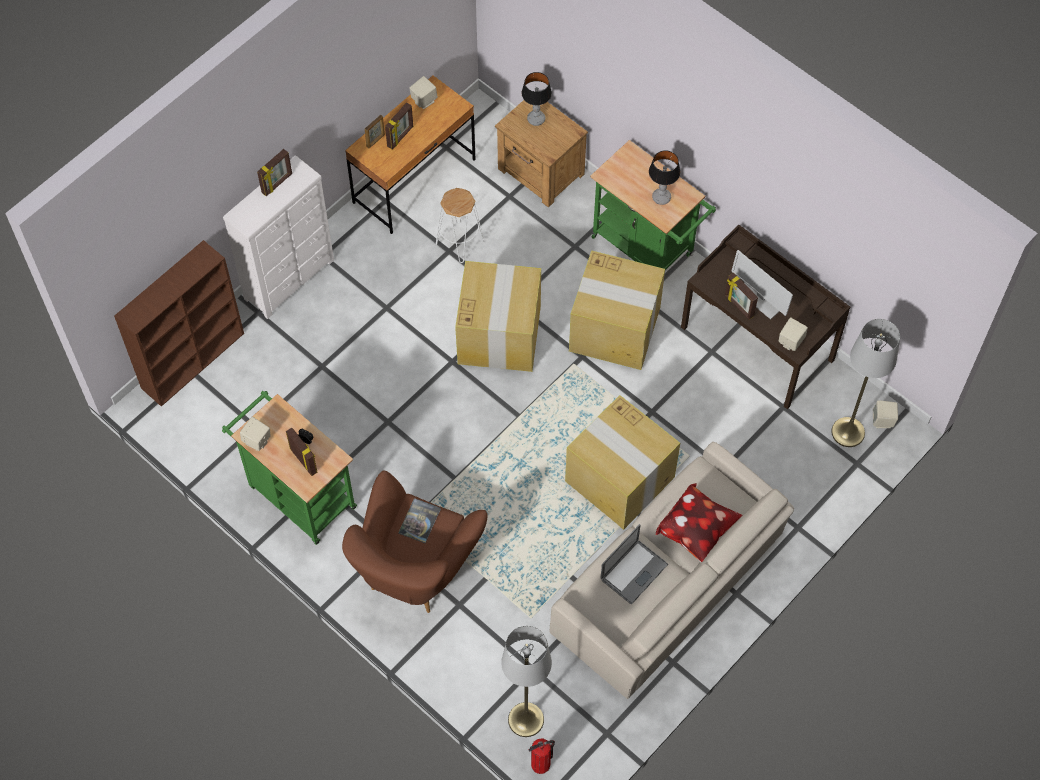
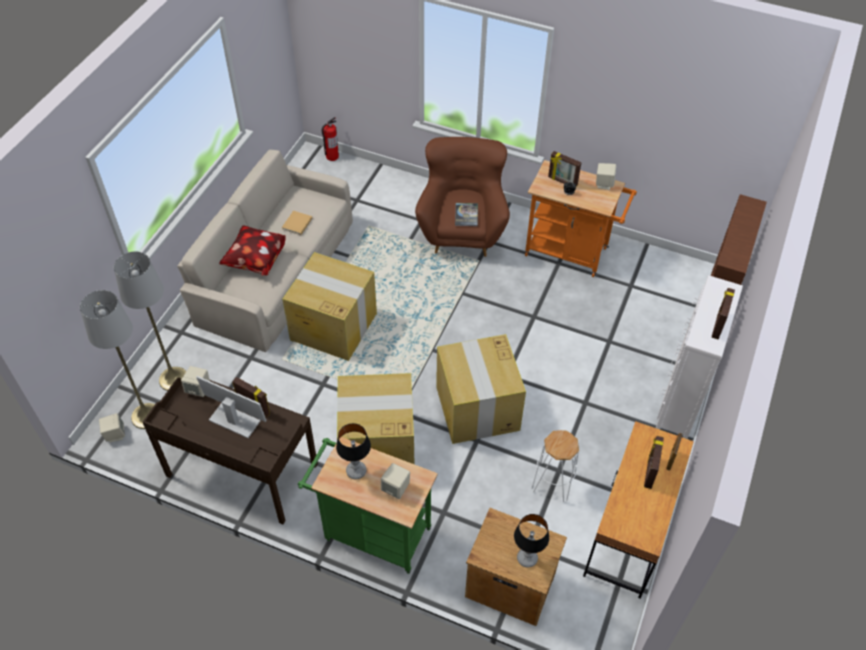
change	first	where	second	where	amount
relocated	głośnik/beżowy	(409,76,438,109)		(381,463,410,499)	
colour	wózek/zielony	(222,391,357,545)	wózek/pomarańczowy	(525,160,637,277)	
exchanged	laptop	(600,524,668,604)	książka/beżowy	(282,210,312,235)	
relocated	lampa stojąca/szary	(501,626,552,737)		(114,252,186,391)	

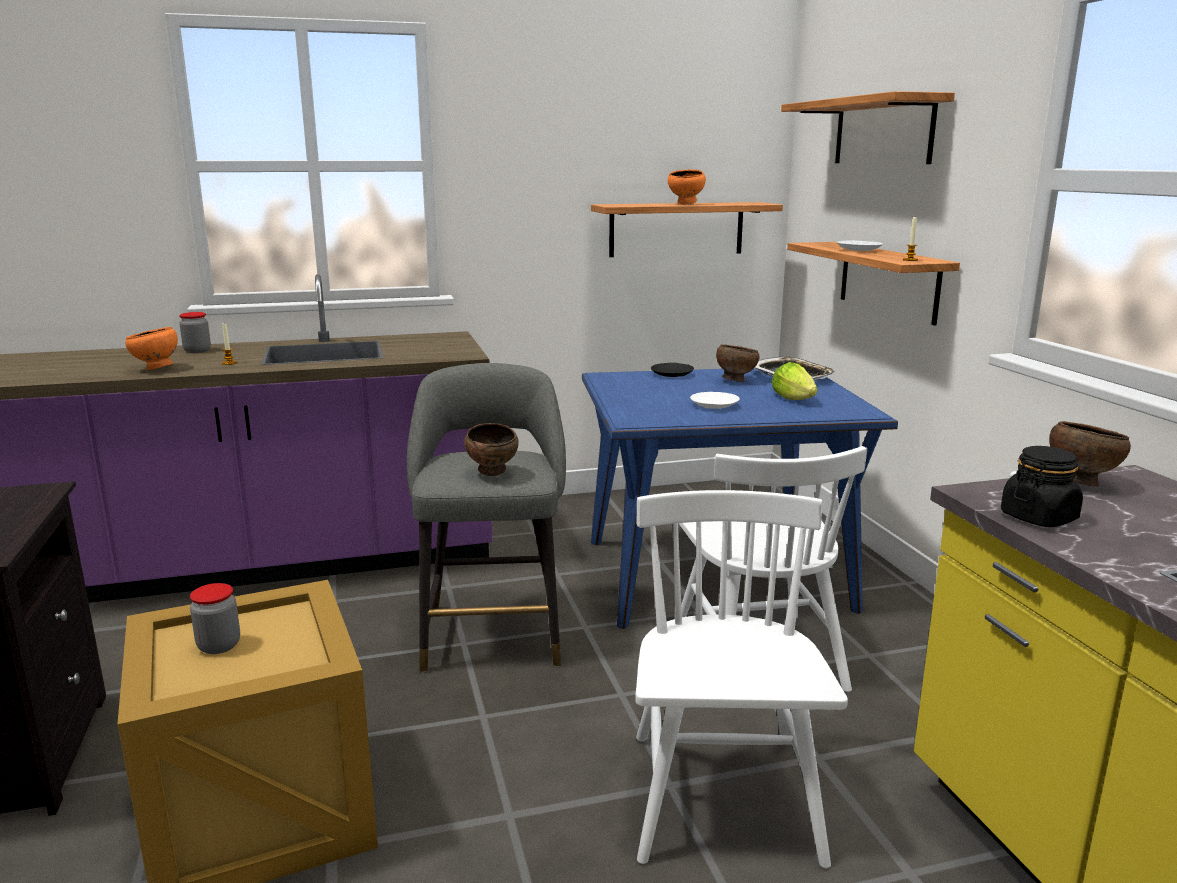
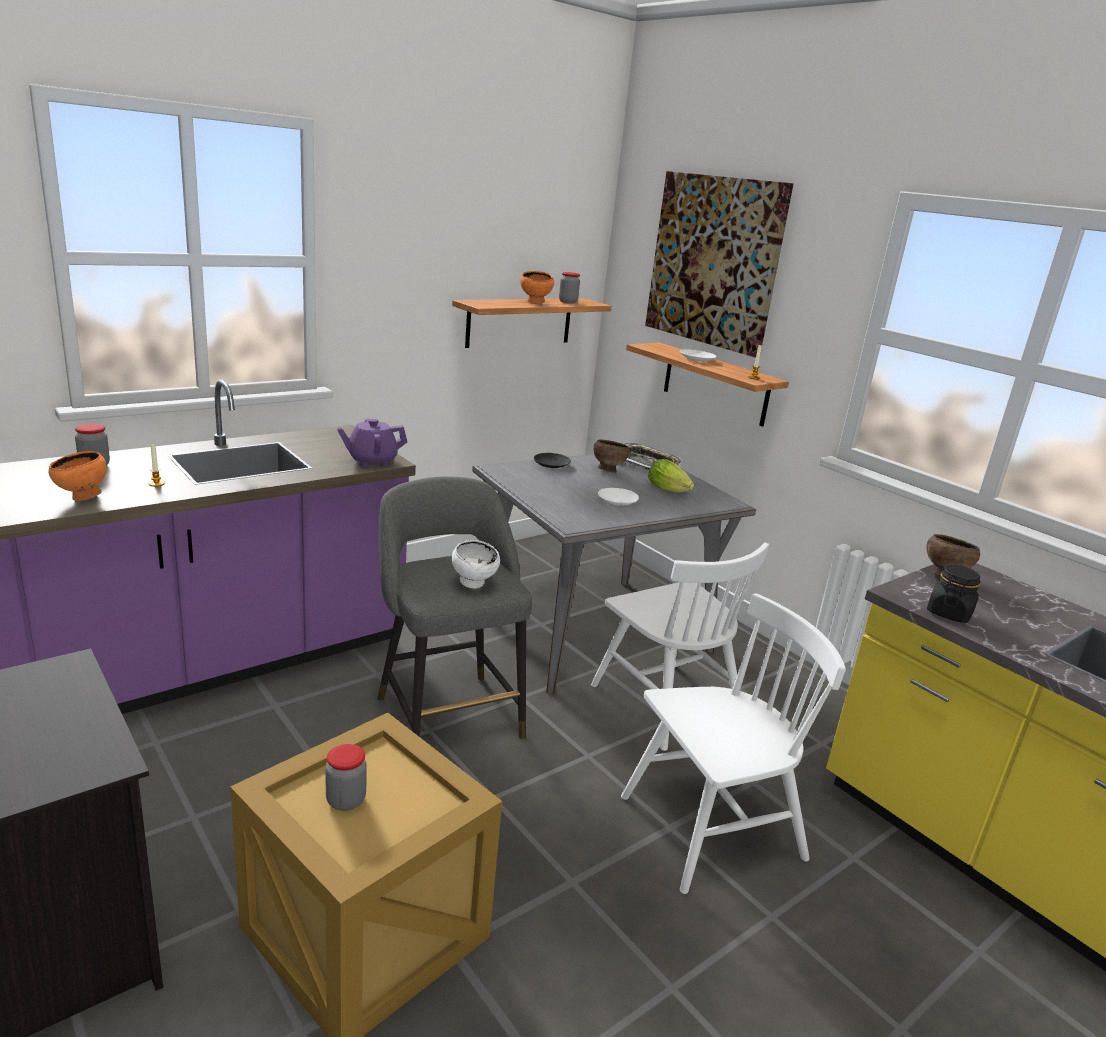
change	first	where	second	where	amount
exchanged	półka	(781,91,955,164)	obraz	(645,171,794,358)	
colour	stół jadalny/niebieski	(582,369,898,629)	stół jadalny/szary	(472,454,756,694)	
colour	miska/brązowy	(464,423,519,476)	miska/biały	(452,540,500,589)	
spun	krzesło/biały	(635,490,848,868)		(621,593,846,894)	90 degrees clockwise
appeared			słoik	(559,272,580,304)	
appeared			imbryk/fioletowy	(337,418,407,467)	

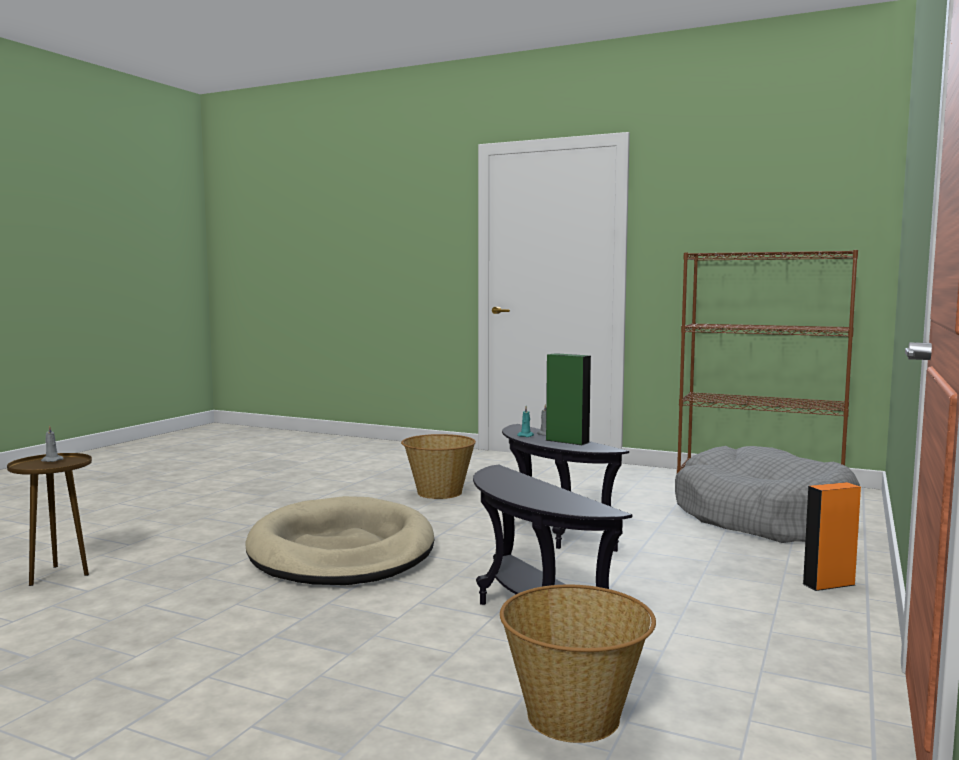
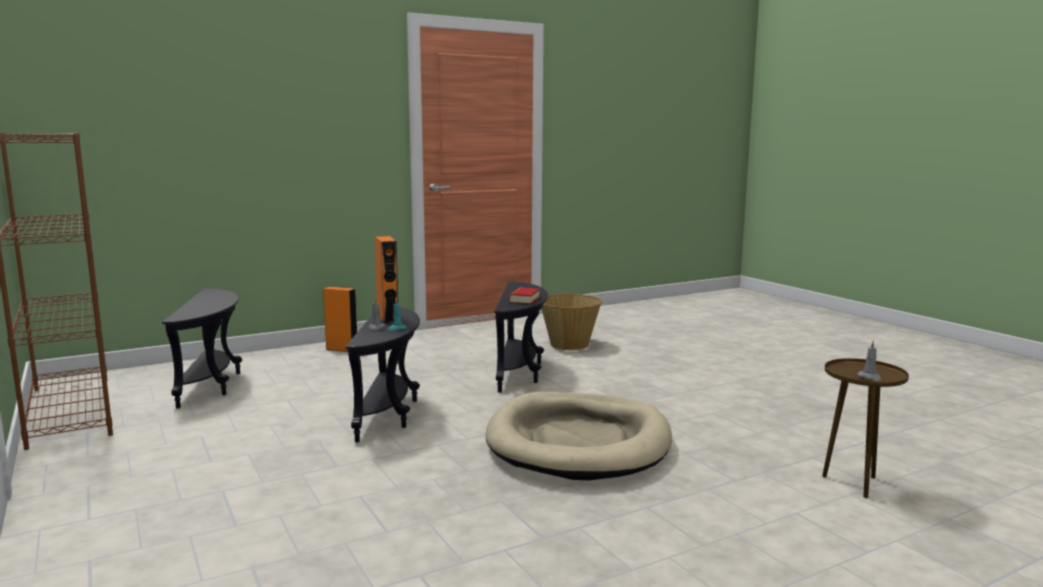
change	first	where	second	where	amount
colour	głośnik/zielony	(545,353,591,446)	głośnik/pomarańczowy	(375,236,398,324)	
missing	koszyk	(401,434,476,499)			
exchanged	legowisko/szary	(675,446,860,543)	stolik/czarny	(162,289,242,409)	
appeared			książka	(509,288,540,304)	

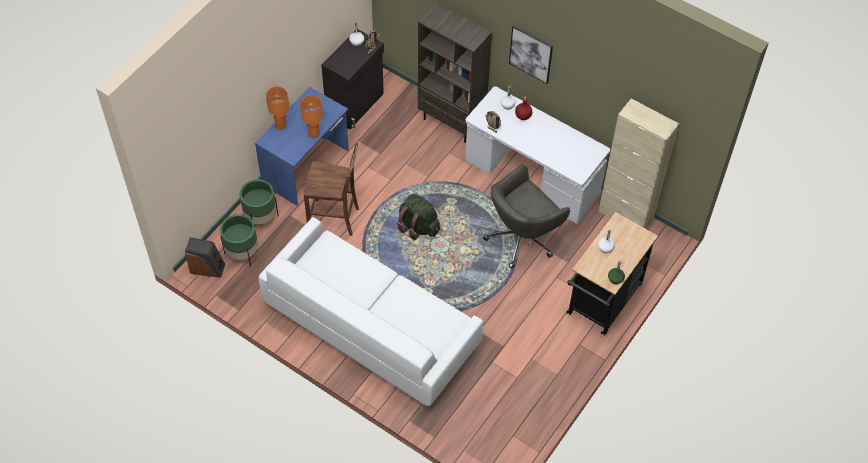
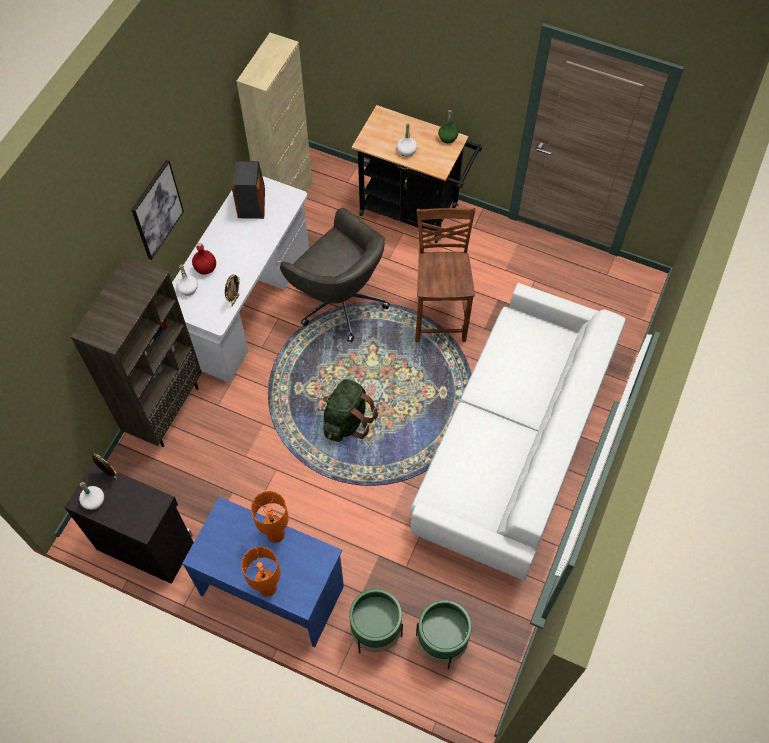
change	first	where	second	where	amount
relocated	krzesło/brązowy	(304,142,359,236)		(415,208,476,342)	
relocated	głośnik	(185,237,225,278)		(232,161,265,219)	

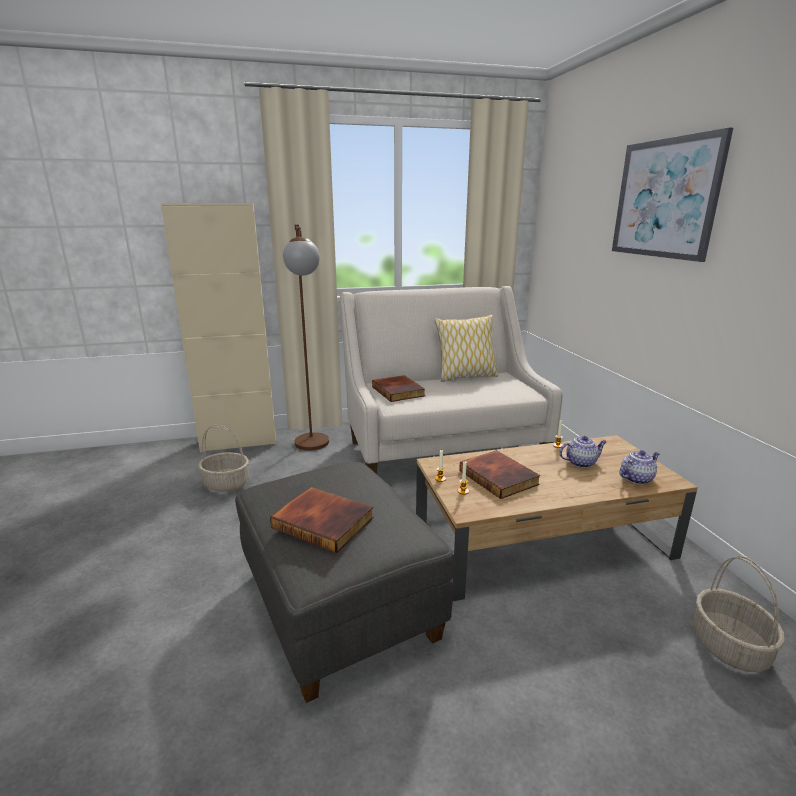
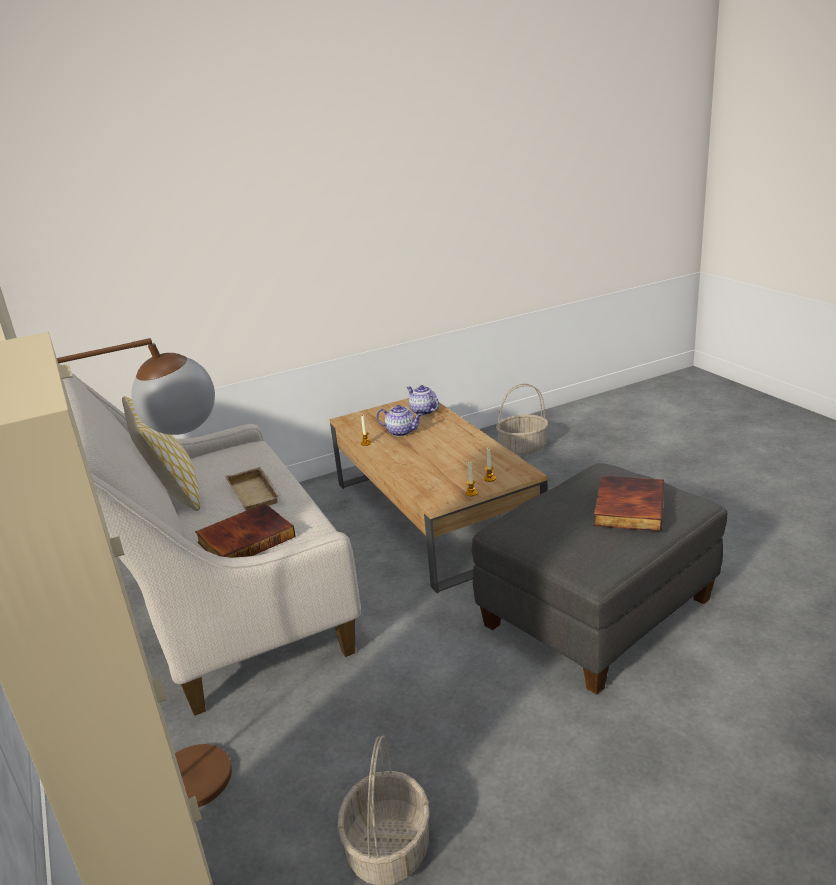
change	first	where	second	where	amount
missing	obraz	(612,128,733,262)			
spun	imbryk	(559,436,607,468)		(376,405,423,436)	135 degrees clockwise
missing	książka	(459,450,541,499)			
appeared			taca/beżowy	(225,467,282,511)	

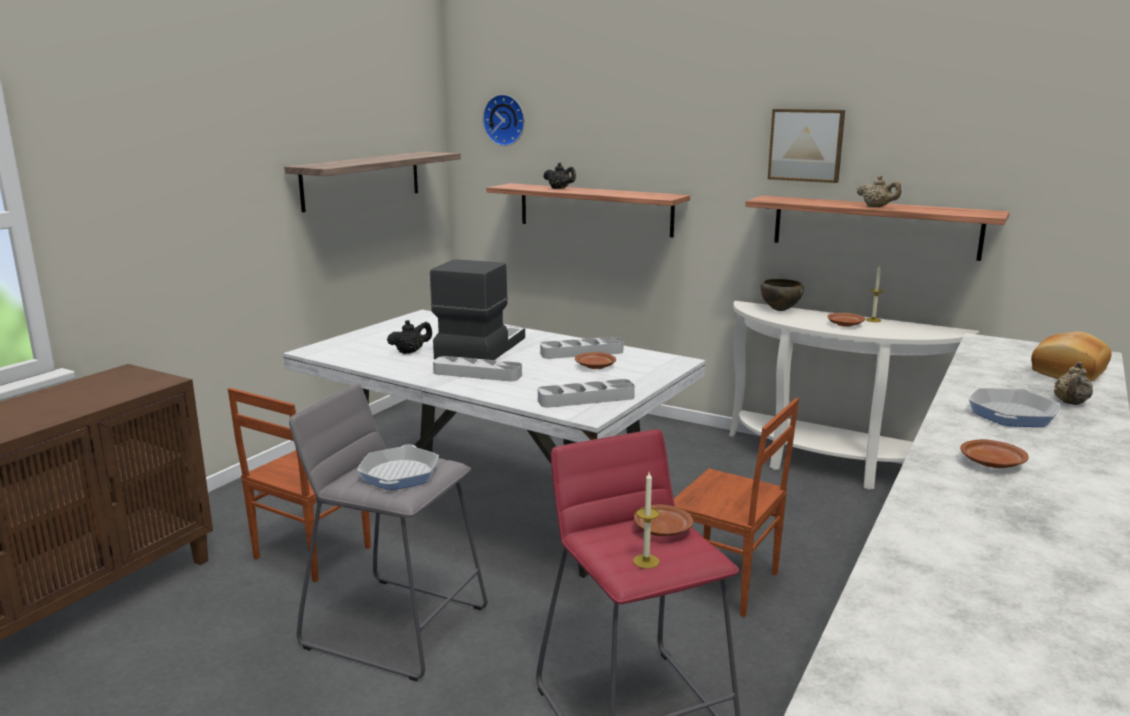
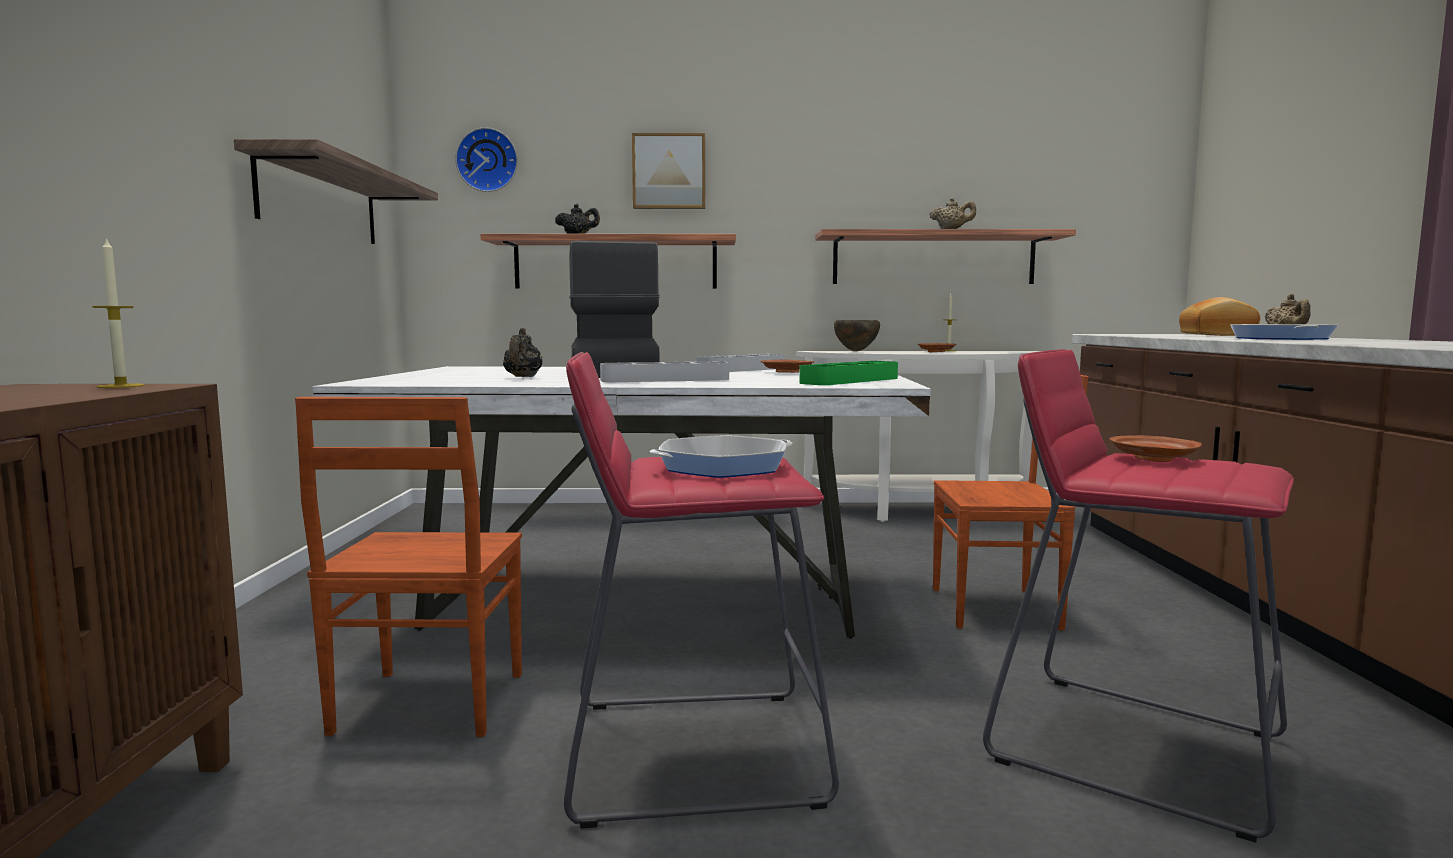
change	first	where	second	where	amount
relocated	obraz	(768,109,845,183)		(632,133,705,209)	
spun	imbryk/czarny	(387,320,432,354)		(503,328,542,377)	150 degrees clockwise
colour	taca/szary	(538,379,635,408)	taca/zielony	(799,361,898,385)	
colour	stołek/szary	(289,384,487,681)	stołek/czerwony	(564,352,839,829)	
missing	talerz/brązowy	(960,439,1029,468)			
spun	patelnia	(357,444,439,490)		(649,435,792,478)	90 degrees clockwise
relocated	świeca	(633,472,660,569)		(92,237,145,388)	

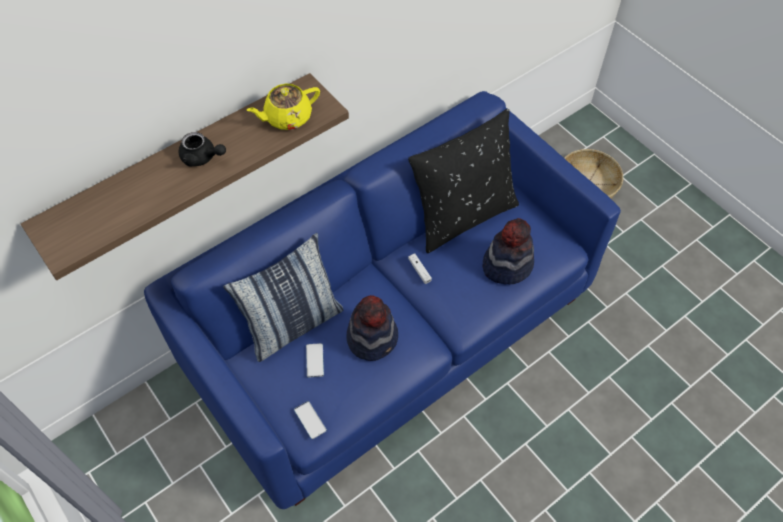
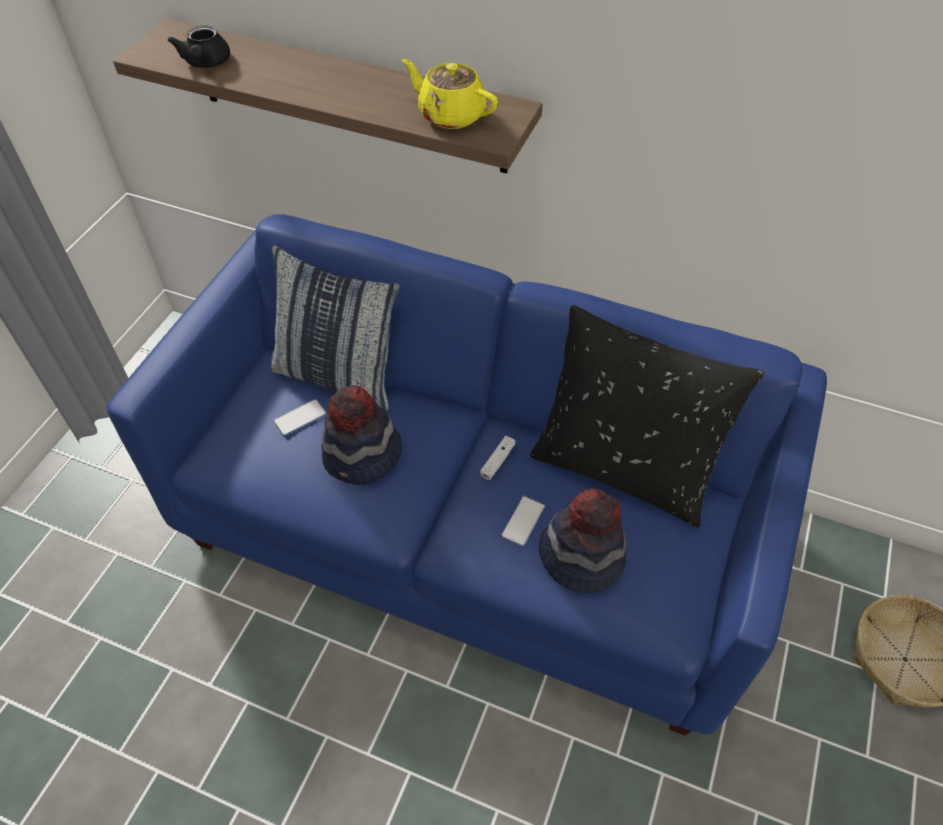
change	first	where	second	where	amount
relocated	imbryk/czarny	(179,132,226,167)		(168,25,230,68)	
relocated	telefon	(294,401,327,439)		(502,496,545,546)	

